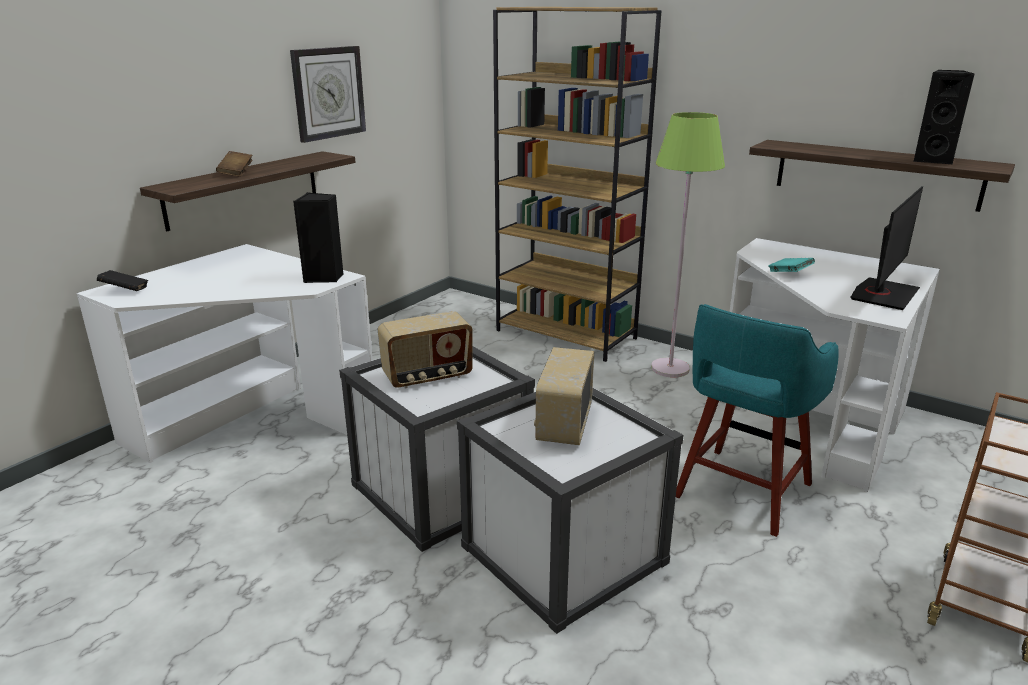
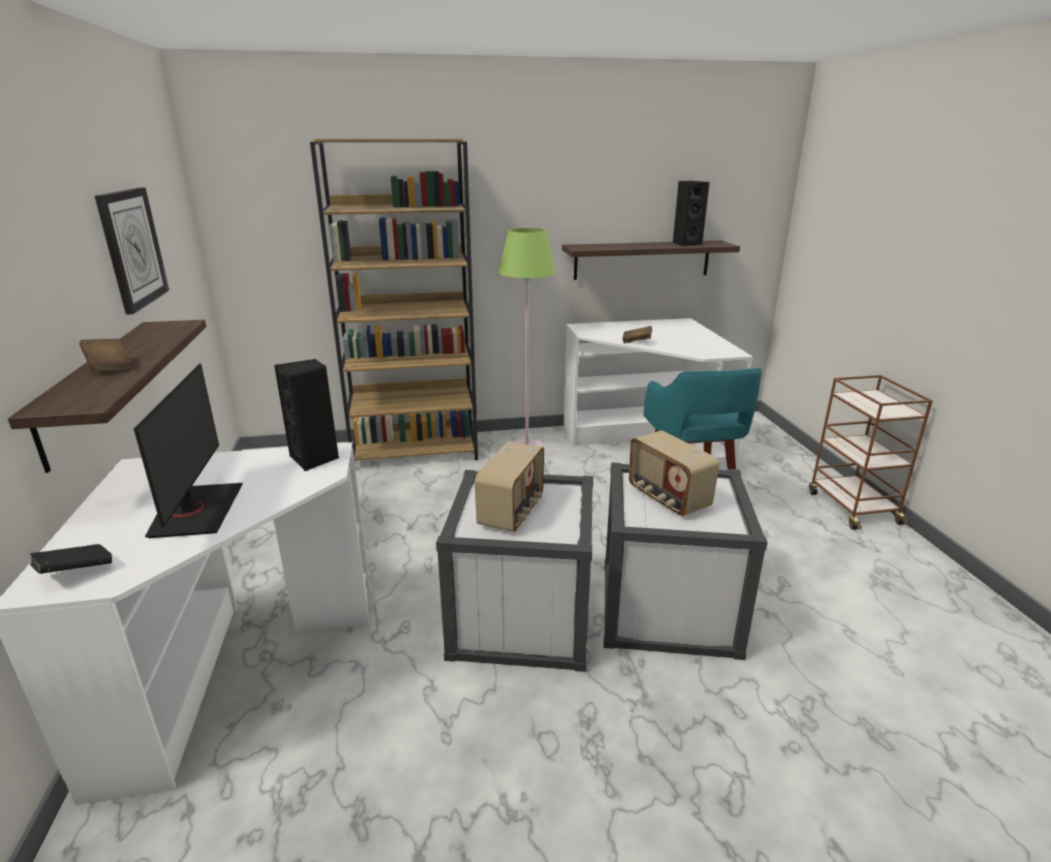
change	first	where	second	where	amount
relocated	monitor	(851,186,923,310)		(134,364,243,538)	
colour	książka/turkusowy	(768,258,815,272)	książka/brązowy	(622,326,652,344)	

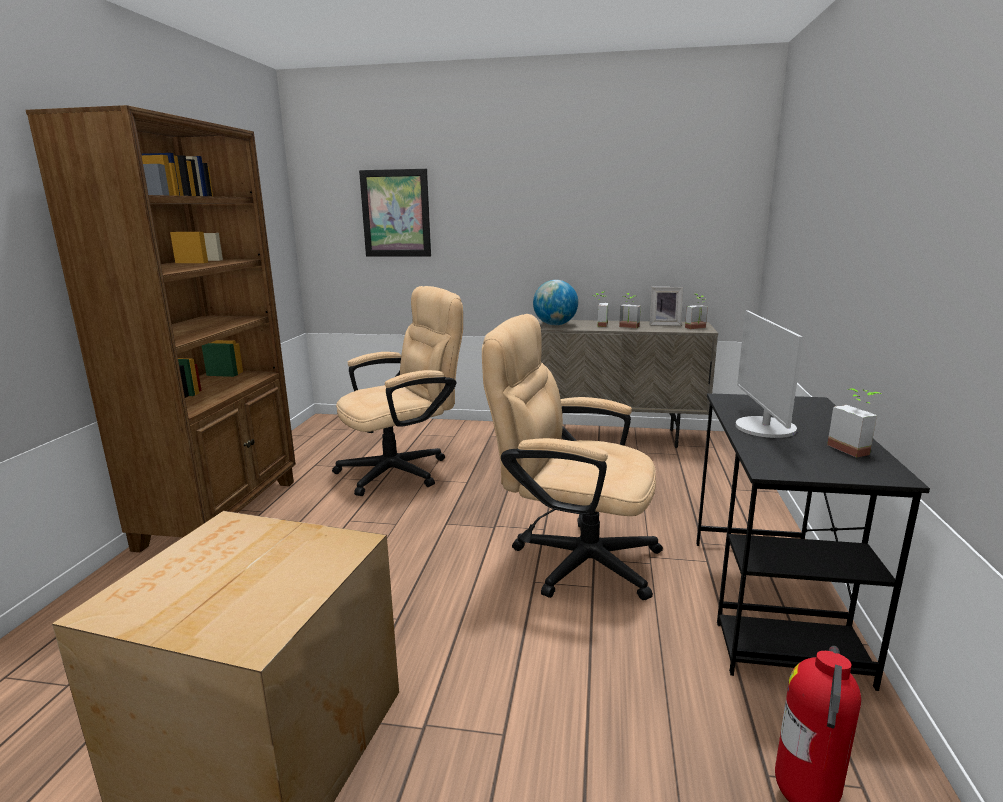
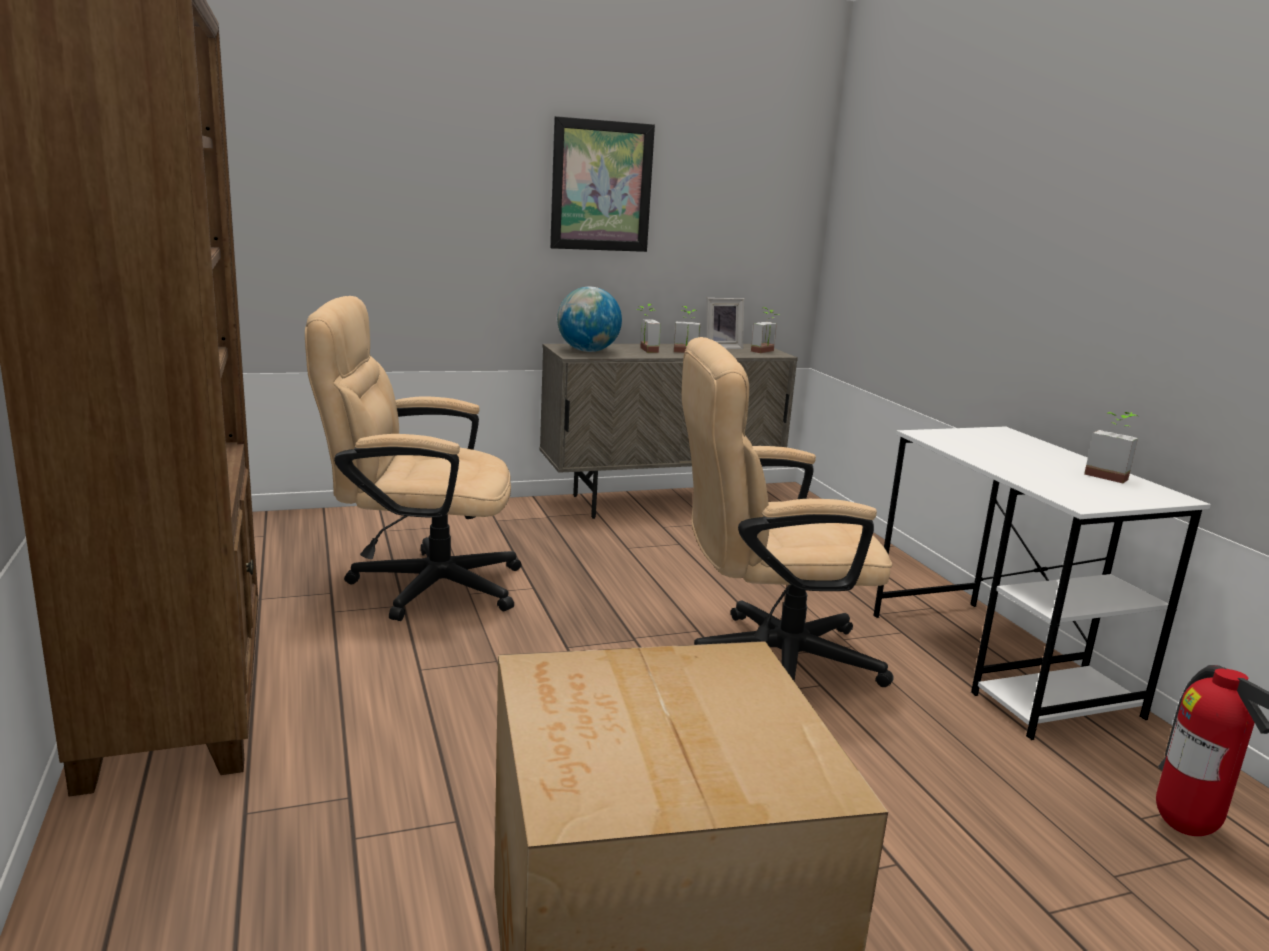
change	first	where	second	where	amount
relocated	obraz	(359,169,431,257)		(550,116,655,252)	
spun	krzesło biurowe/beżowy	(332,286,463,496)		(305,296,522,621)	120 degrees counterclockwise
missing	monitor	(735,311,803,438)			
colour	biurko/czarny	(696,393,930,691)	biurko/biały	(874,426,1211,740)	

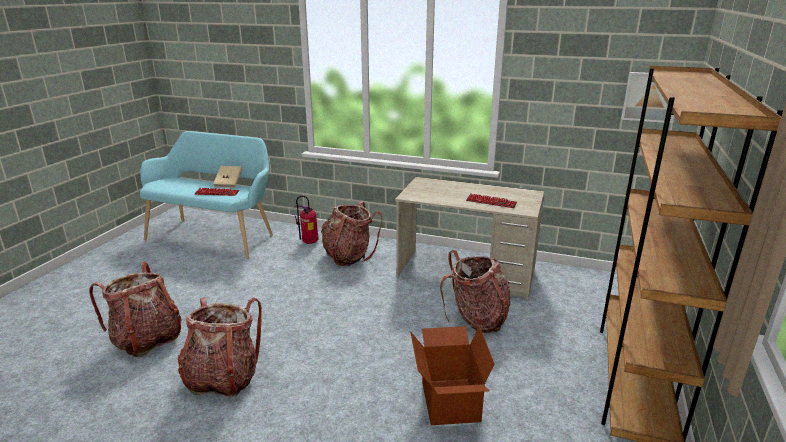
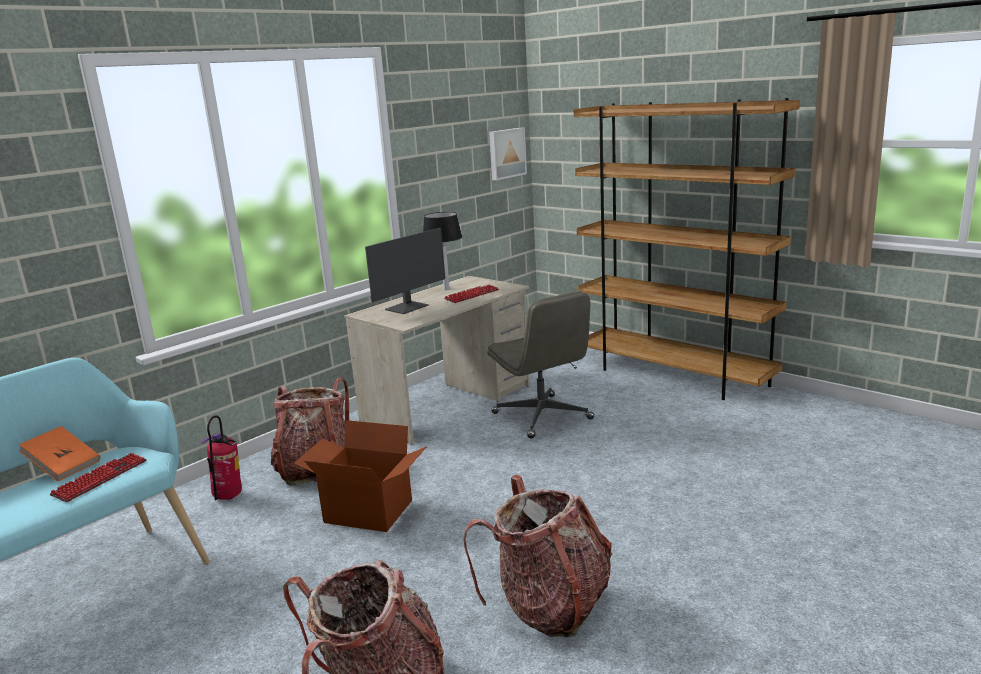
change	first	where	second	where	amount
colour	książka/beżowy	(213,166,242,188)	książka/pomarańczowy	(19,426,101,482)	
exchanged	plecak	(440,250,510,333)	krzesło biurowe/szary	(487,291,594,439)	
relocated	karton	(410,326,495,425)		(293,420,427,532)	
appeared			lampa stołowa	(423,212,462,290)	
appeared			monitor	(365,228,445,314)	

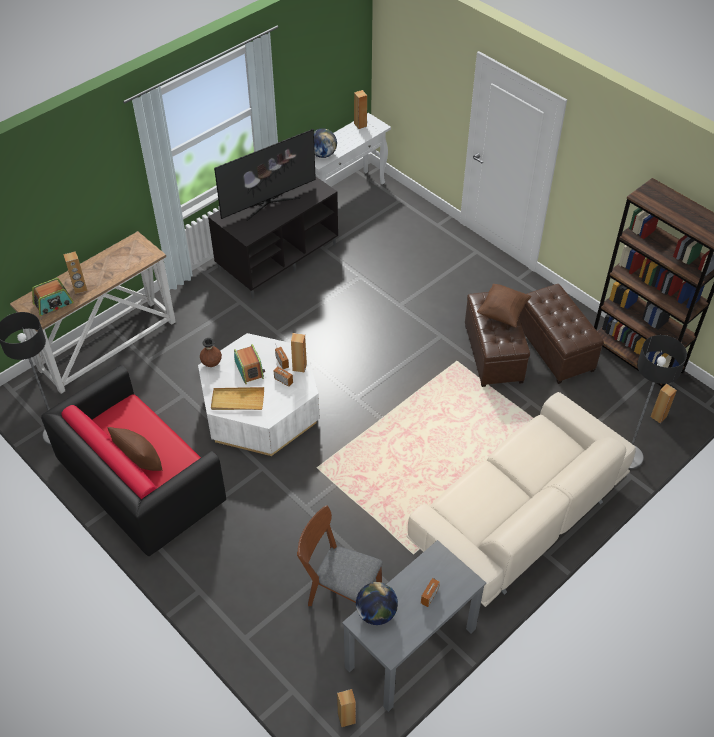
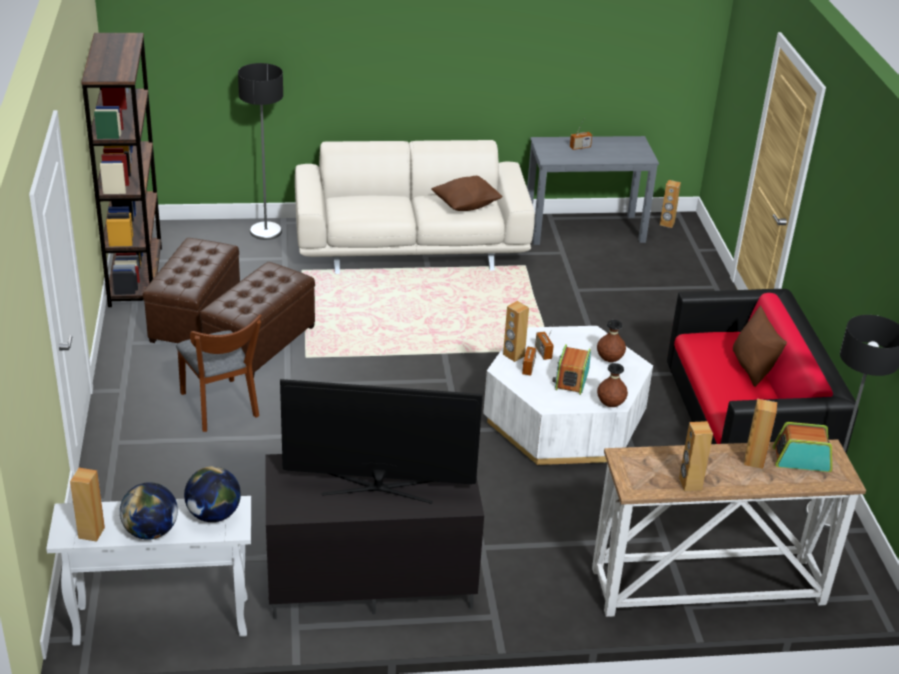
change	first	where	second	where	amount
relocated	poduszka/brązowy	(477,284,532,328)		(431,176,503,211)	
relocated	głośnik/brązowy	(650,384,677,423)		(679,421,713,492)	
exchanged	taca/beżowy	(211,387,264,410)	wazon/brązowy	(597,320,626,362)	
relocated	krzesło/brązowy	(297,505,383,606)		(176,314,262,432)	
relocated	globus	(356,582,398,625)		(120,482,178,540)	

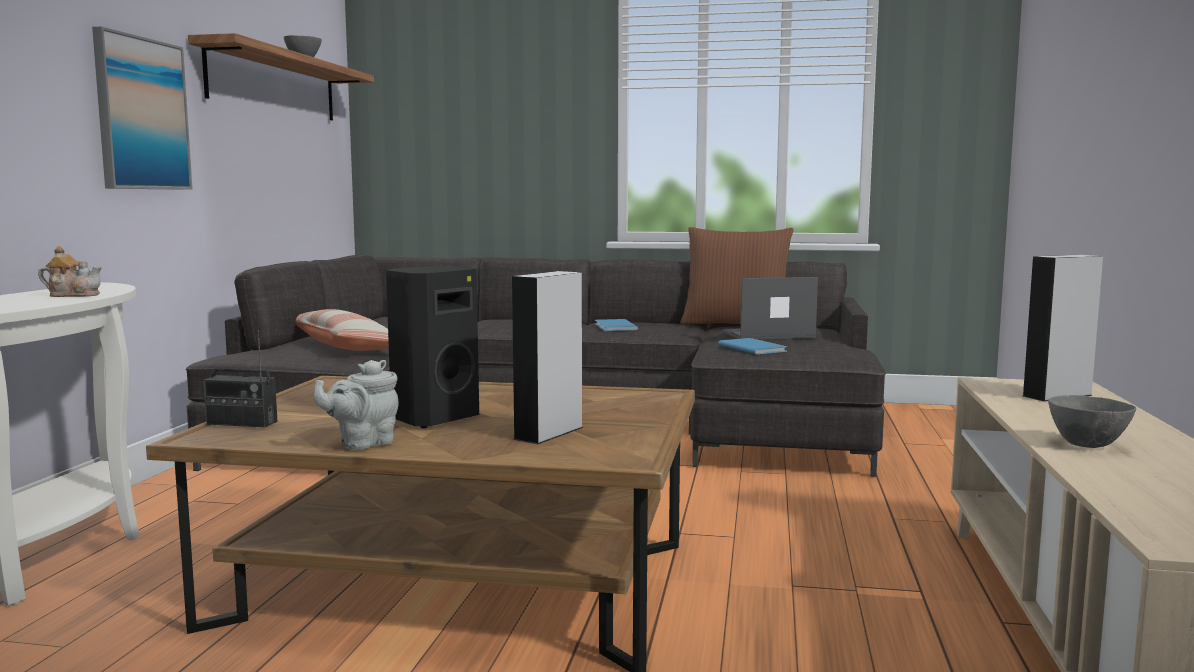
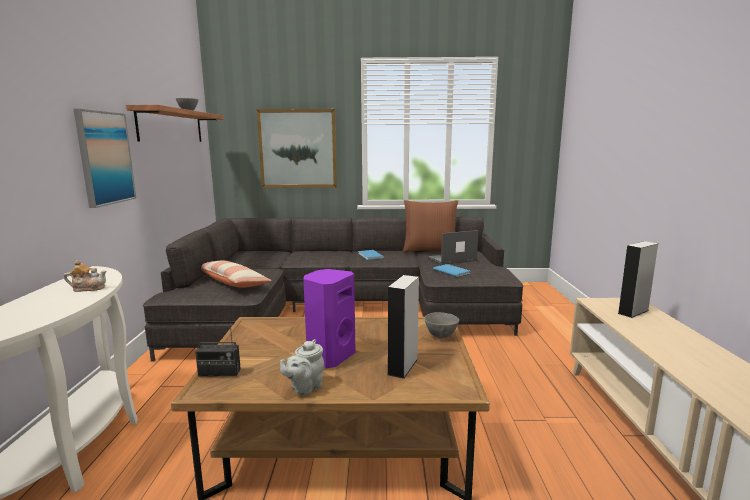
change	first	where	second	where	amount
colour	głośnik/czarny	(386,266,479,428)	głośnik/fioletowy	(303,269,356,368)	
relocated	miska/szary	(1048,395,1136,448)		(425,312,459,339)	
appeared			obraz	(257,109,337,188)	

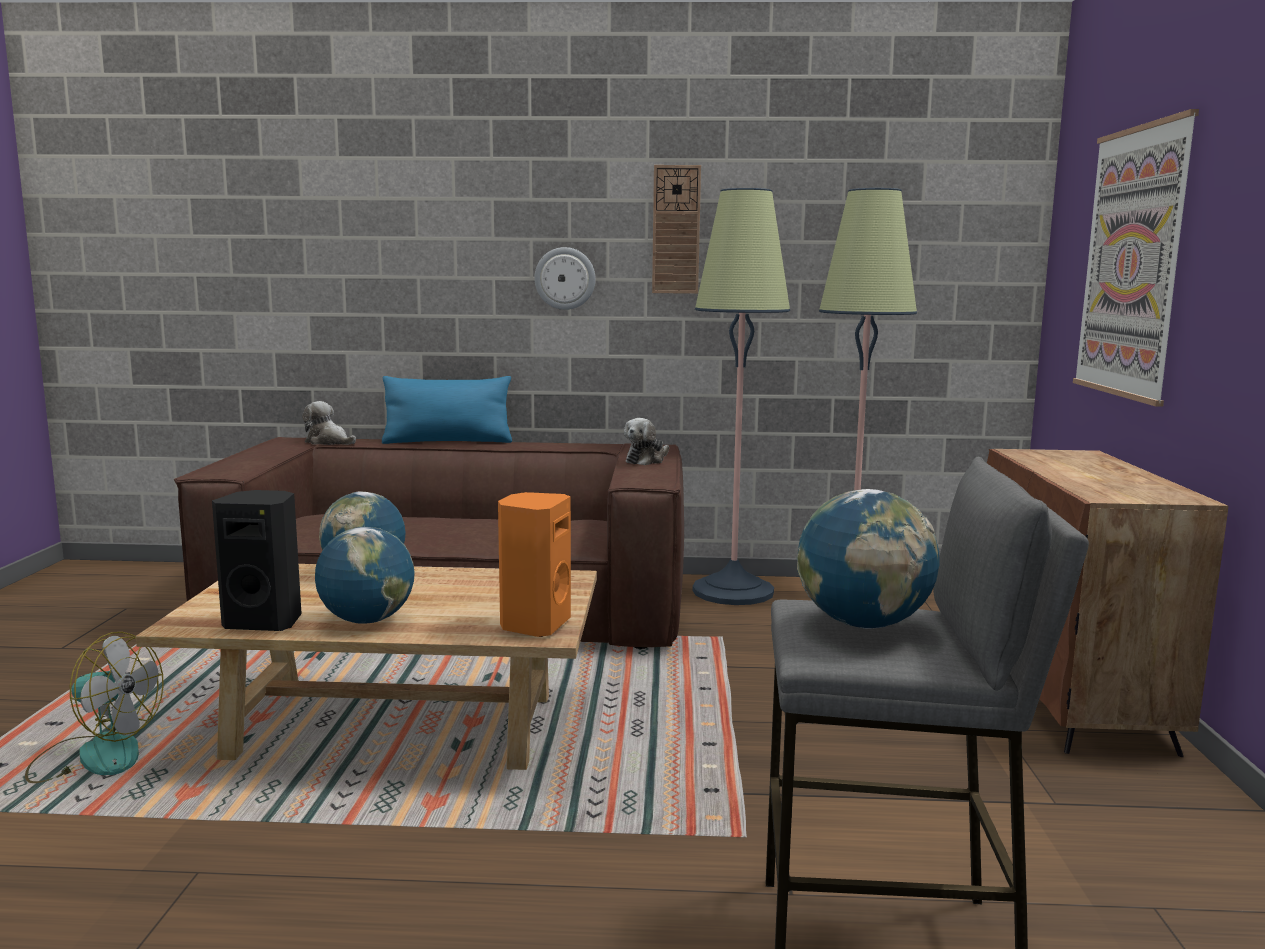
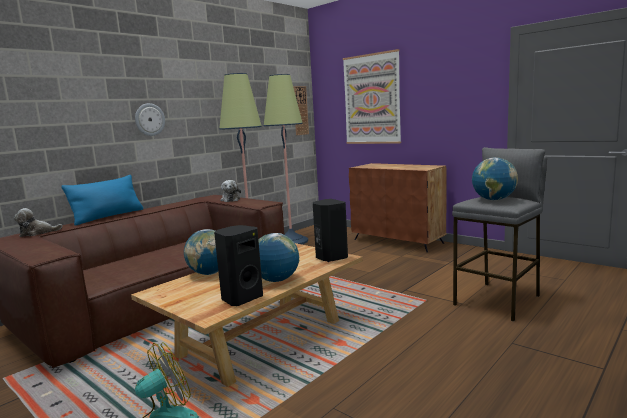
change	first	where	second	where	amount
relocated	zegar ścienny	(652,165,701,294)		(293,86,309,135)	
colour	głośnik/pomarańczowy	(498,492,571,637)	głośnik/czarny	(313,199,348,262)	

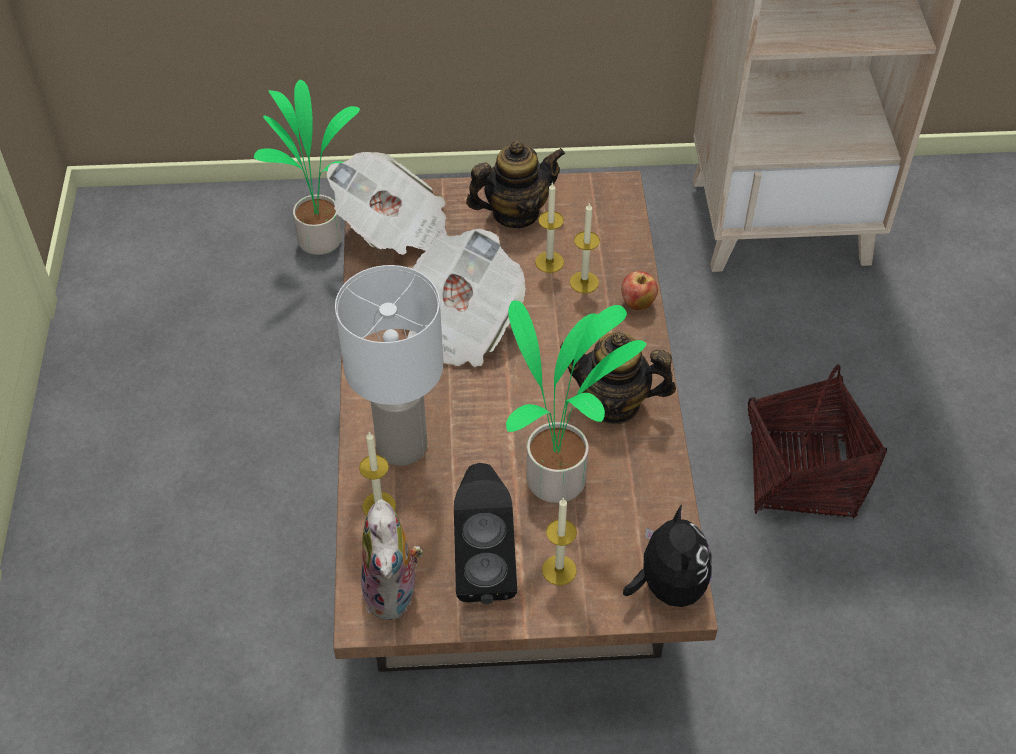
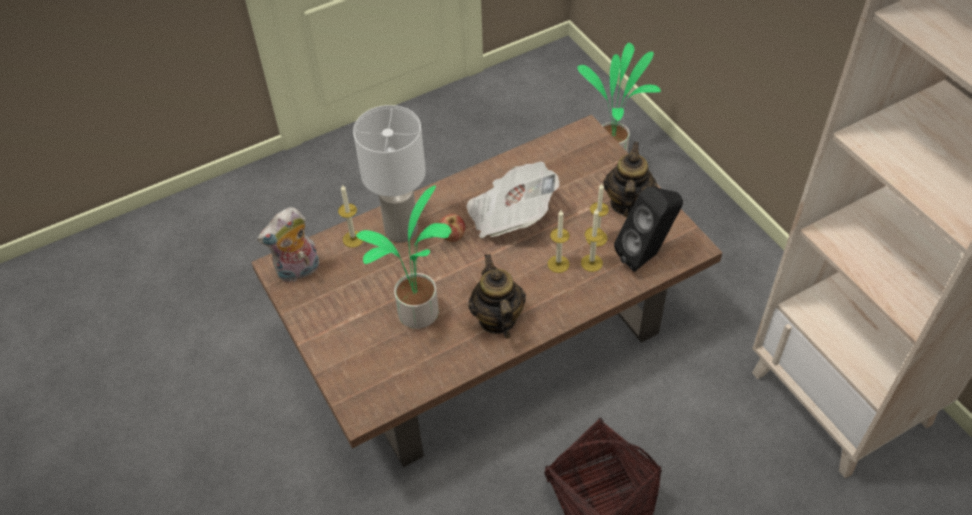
change	first	where	second	where	amount
spun	imbryk	(466,140,565,228)		(603,142,657,217)	120 degrees counterclockwise
missing	gazeta	(327,152,447,255)			
relocated	jabłko	(621,271,658,310)		(439,214,465,242)	
relocated	głośnik/czarny	(454,463,517,604)		(614,187,683,272)	
relocated	świeca	(542,497,577,585)		(548,210,570,273)	
missing	pluszak	(623,505,712,607)			

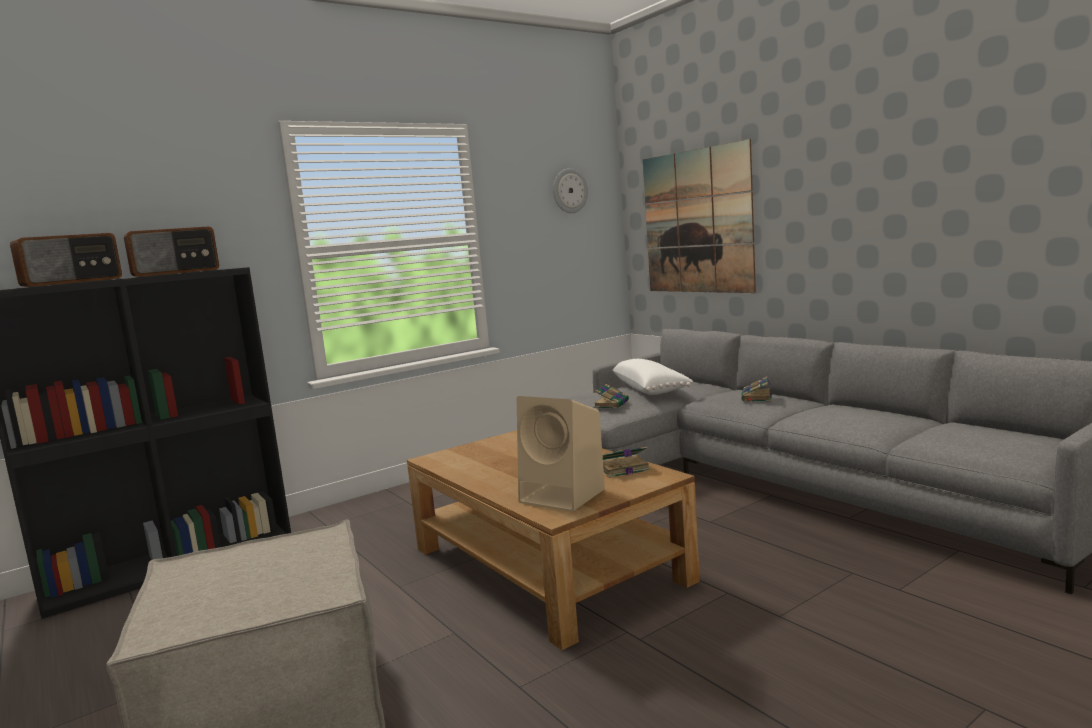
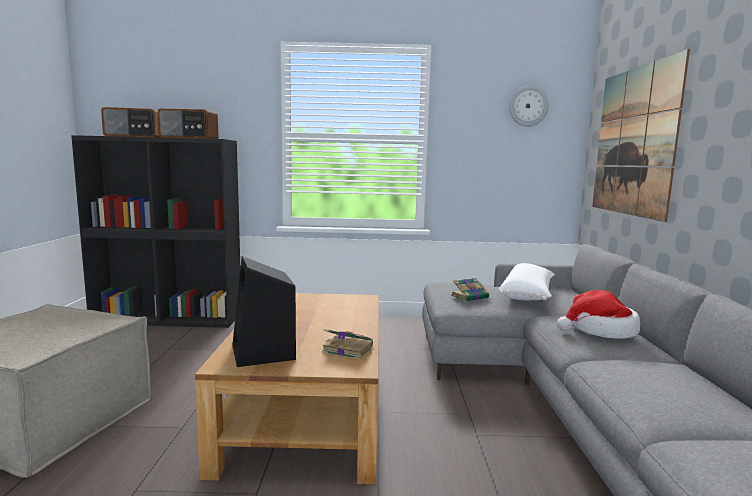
change	first	where	second	where	amount
exchanged	książka	(741,376,772,402)	kapelusz	(557,290,640,339)	
colour	głośnik/beżowy	(517,396,605,512)	głośnik/czarny	(233,256,296,367)	

